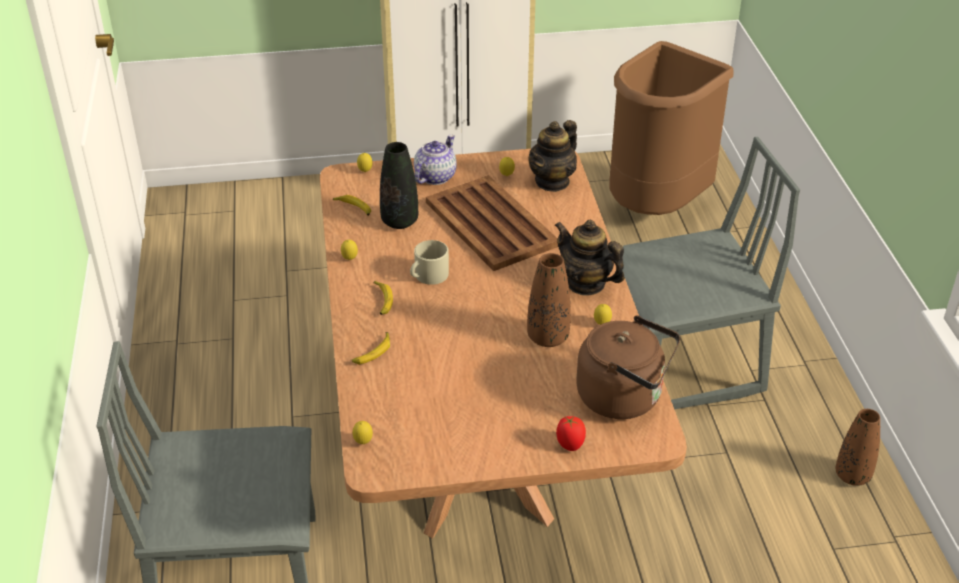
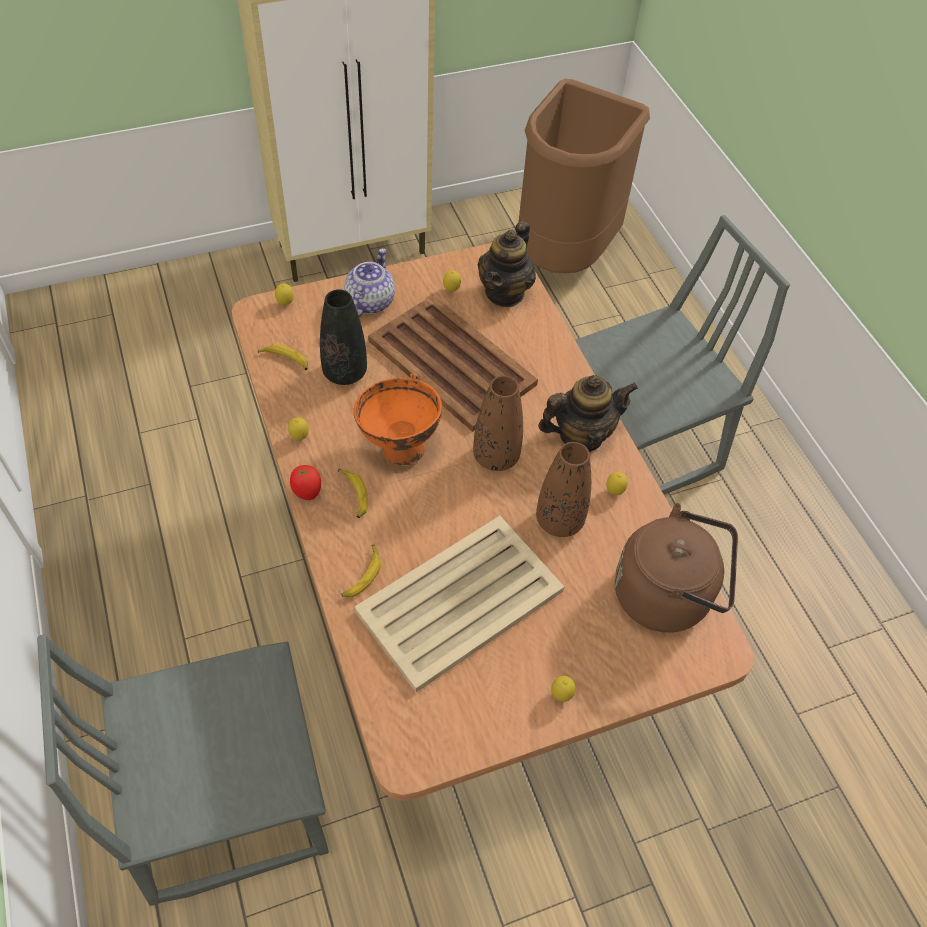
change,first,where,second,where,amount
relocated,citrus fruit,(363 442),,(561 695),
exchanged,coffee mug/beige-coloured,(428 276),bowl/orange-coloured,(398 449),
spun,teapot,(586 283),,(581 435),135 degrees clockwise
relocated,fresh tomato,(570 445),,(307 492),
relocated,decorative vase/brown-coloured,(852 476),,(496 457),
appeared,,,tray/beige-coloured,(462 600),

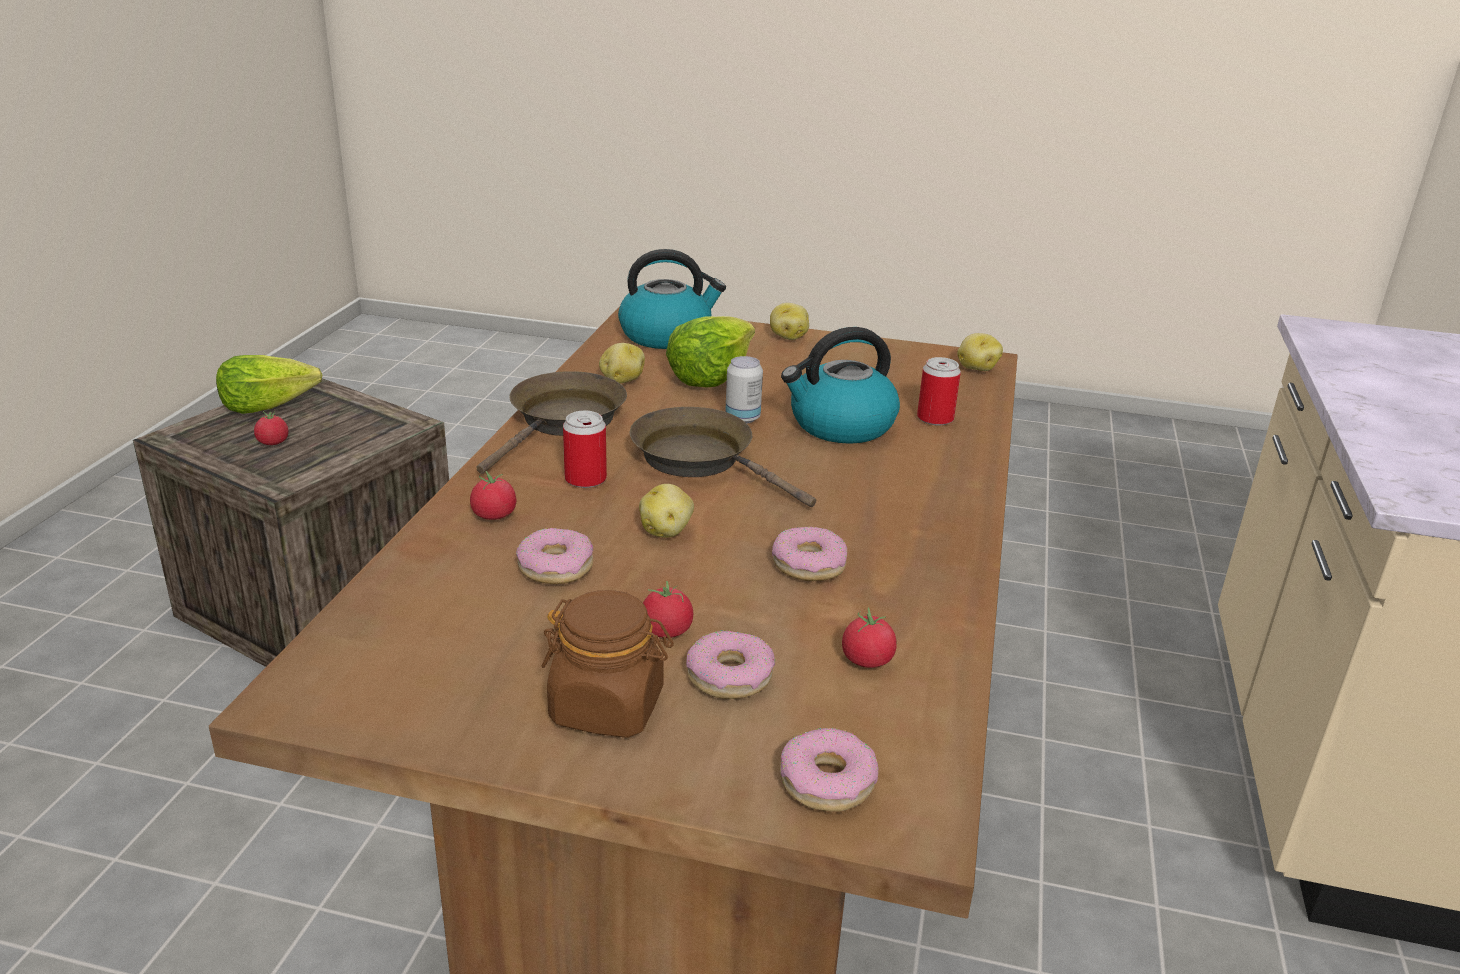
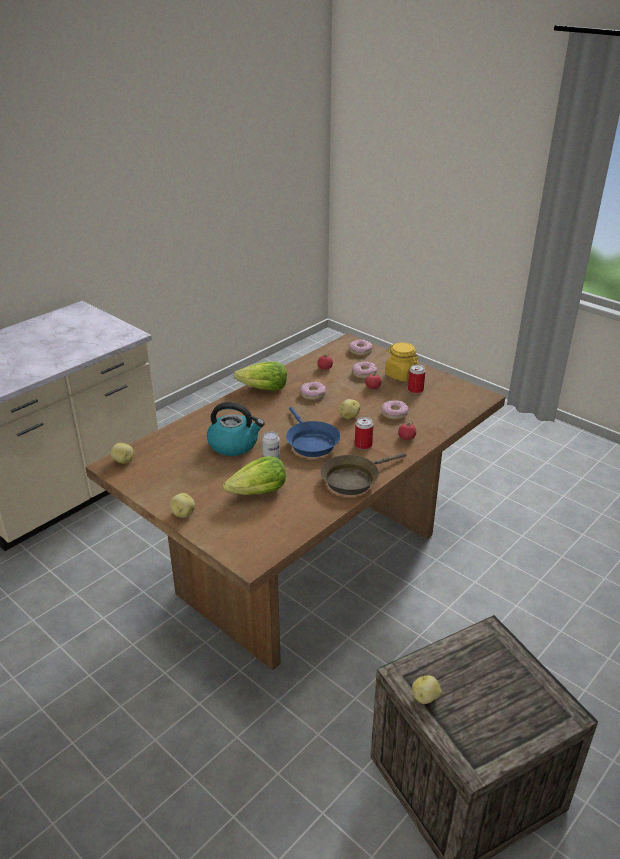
change,first,where,second,where,amount
relocated,head of lettuce,(268 405),,(263 389),
missing,fresh tomato,(273 442),,,
colour,storage jar/brown-coloured,(607 707),storage jar/yellow-coloured,(401 375),
relocated,whole potato,(622 380),,(426 697),
missing,kettle,(667 335),,,
colour,frying pan/brown-coloured,(700 460),frying pan/blue,(310 442),
relocated,metal can,(935 419),,(415 390),

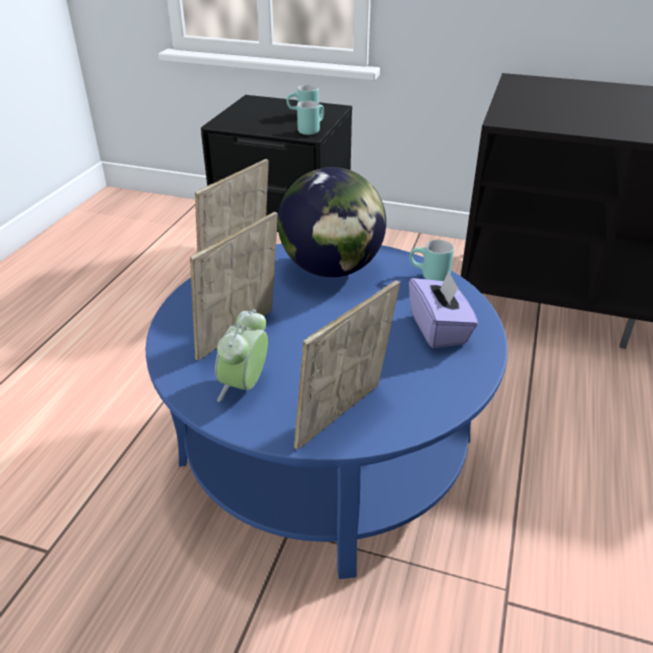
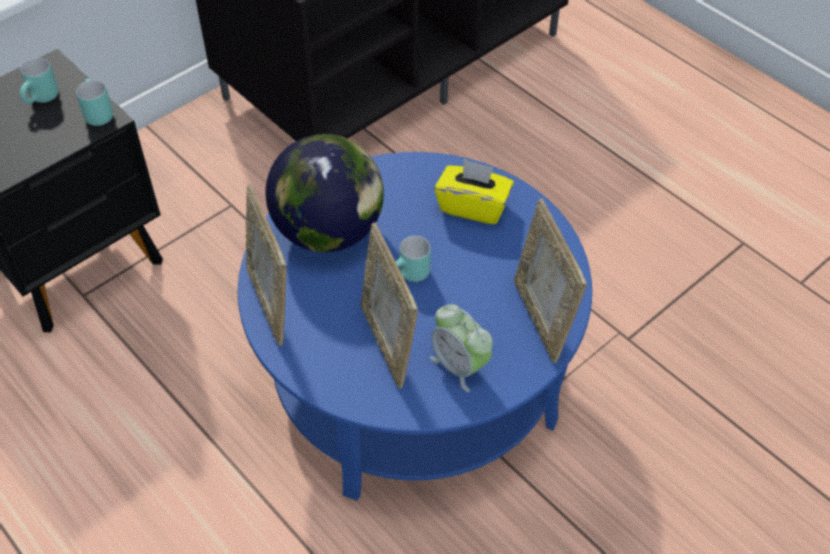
change,first,where,second,where,amount
relocated,coffee mug/blue-green,(429 276),,(410 277),
colour,box of tissues/purple-coloured,(439 329),box of tissues/yellow-coloured,(473 206),

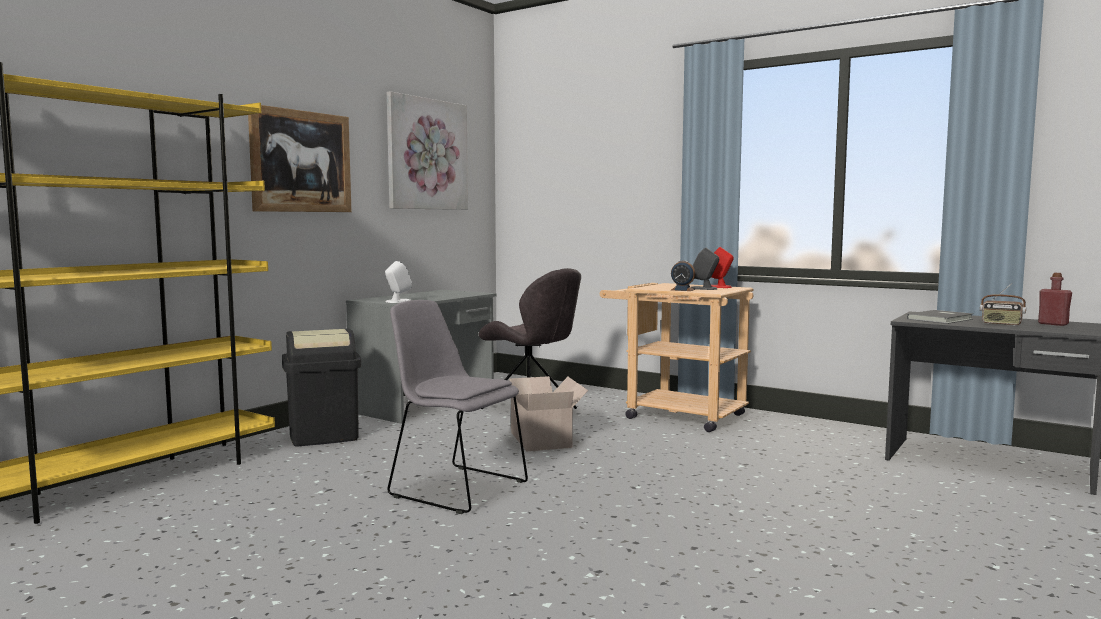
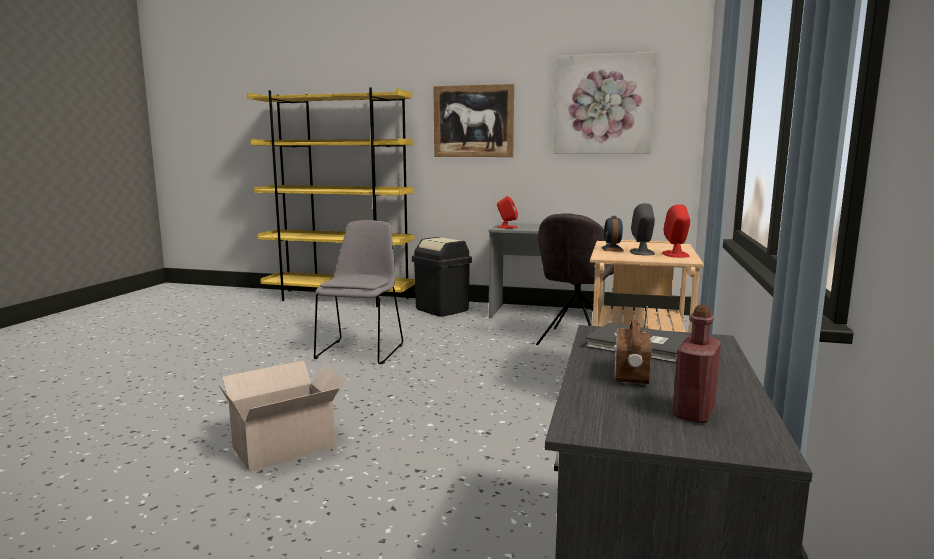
change,first,where,second,where,amount
colour,audio speaker/whitish,(398 301),audio speaker/reddish,(507 227),
relocated,cardboard box,(540 439),,(287 446),

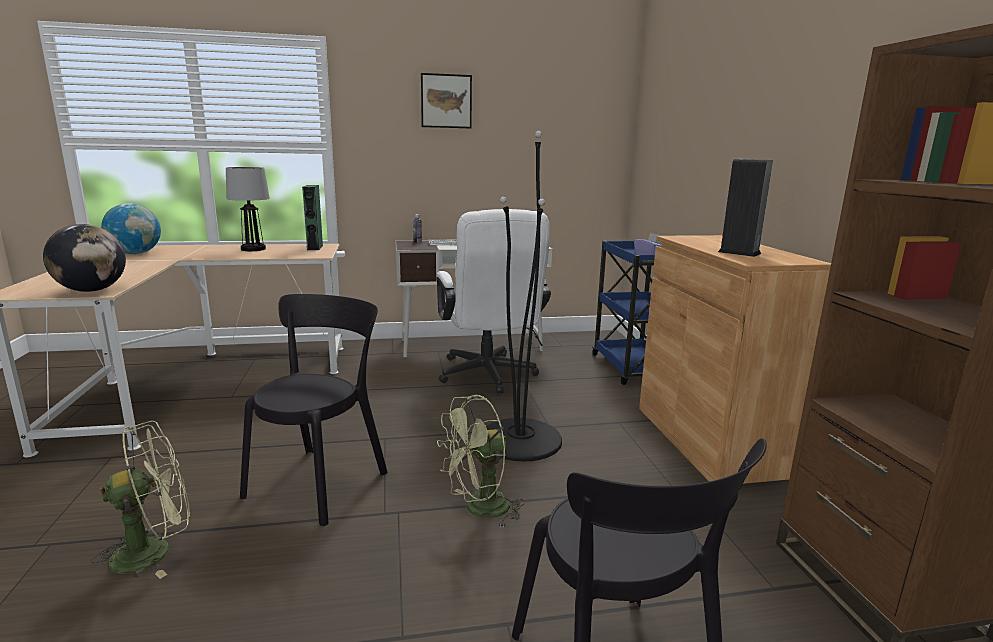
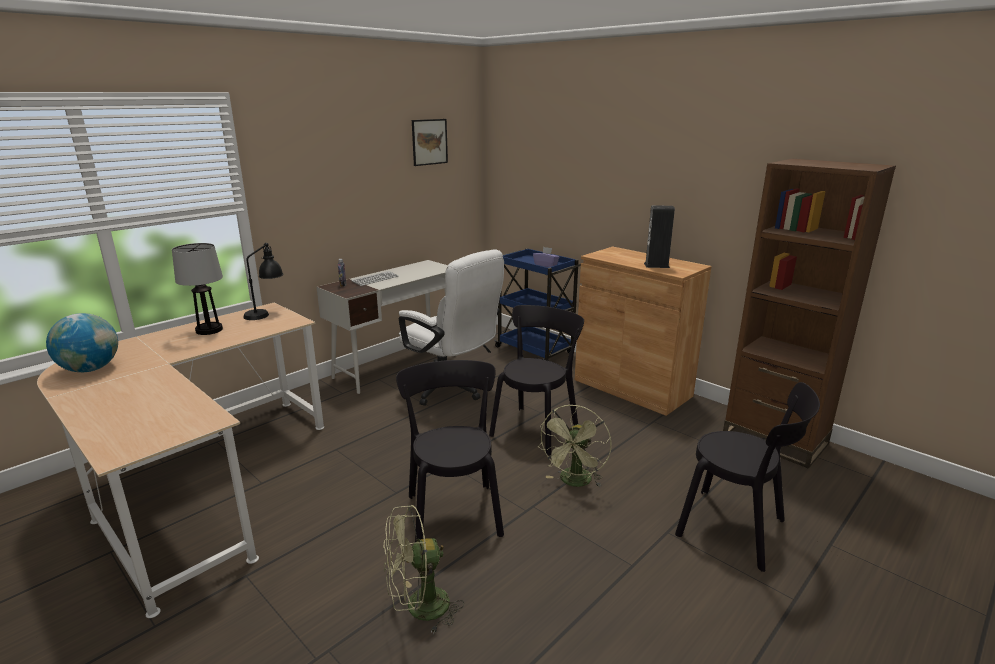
change,first,where,second,where,amount
missing,desk globe,(92 290),,,
spun,fan/green,(155 551),,(419 609),135 degrees counterclockwise
exchanged,audio speaker/green,(315 247),table lamp/black,(266 313),
relocated,wall art,(446 101),,(429 142),
exchanged,standard lamp/black,(520 439),upright chair/black,(536 428),

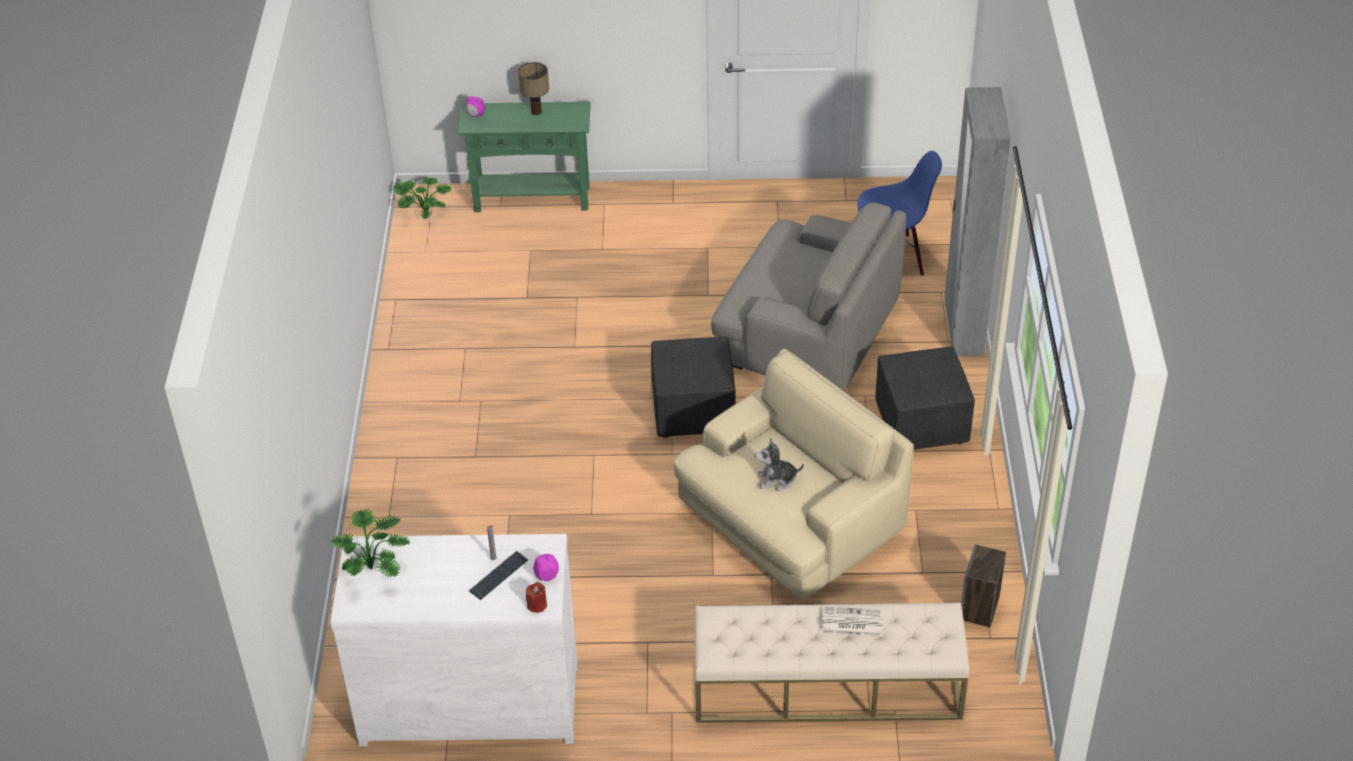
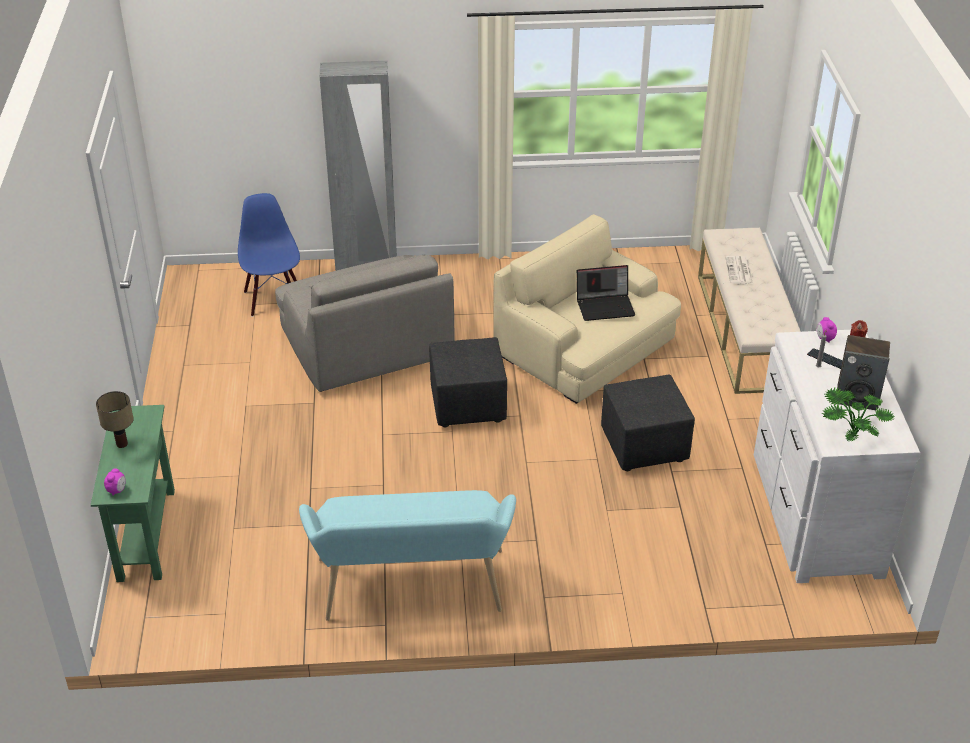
change,first,where,second,where,amount
missing,houseplant,(423 213),,,
spun,lounge chair/grey,(807 332),,(366 345),135 degrees clockwise
exchanged,soft toy,(777 480),laptop,(605 306),
relocated,pouffe/black,(920 425),,(645 446),
relocated,audio speaker,(979 608),,(857 397),
appeared,,,long seat/blue-green,(412 591),

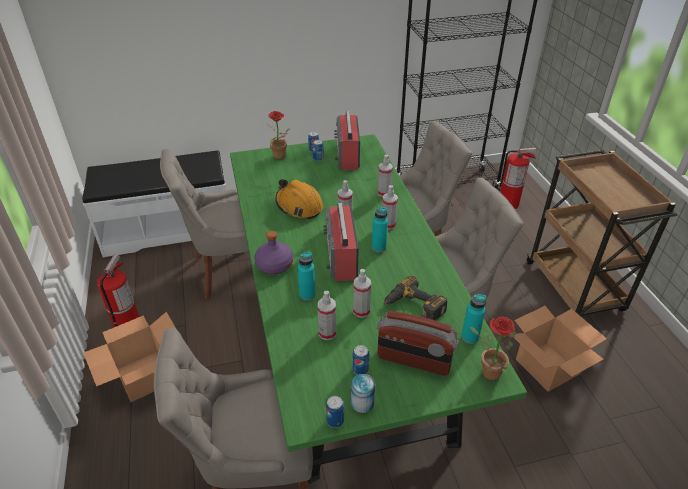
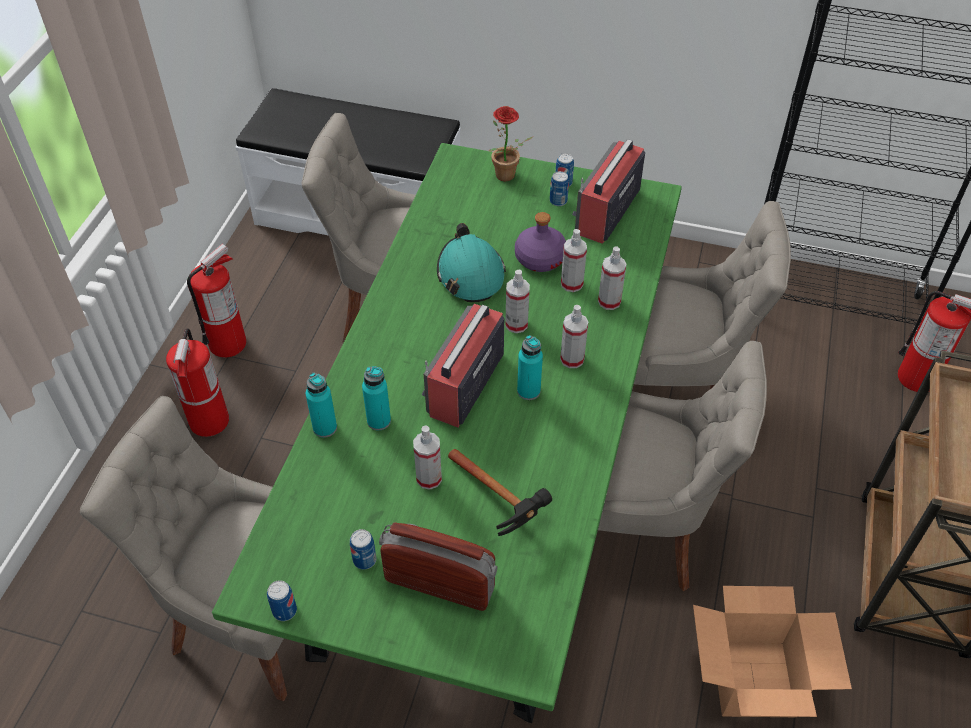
change,first,where,second,where,amount
exchanged,cardboard box,(145 376),extinguisher,(209 421),
relocated,beverage bottle/purple-coloured,(274 265),,(539 258),
colour,hard hat/orange-coloured,(299 206),hard hat/blue-green,(470 274),
relocated,sprayer,(327 333),,(572 284),
missing,metal can,(362 402),,,
spun,radio set,(414 360),,(440 583),150 degrees clockwise
exchanged,electric drill,(413 307),hand hammer,(502 506),
relocated,beverage bottle/blue-green,(470 337),,(325 428),
missing,houseplant,(486 372),,,

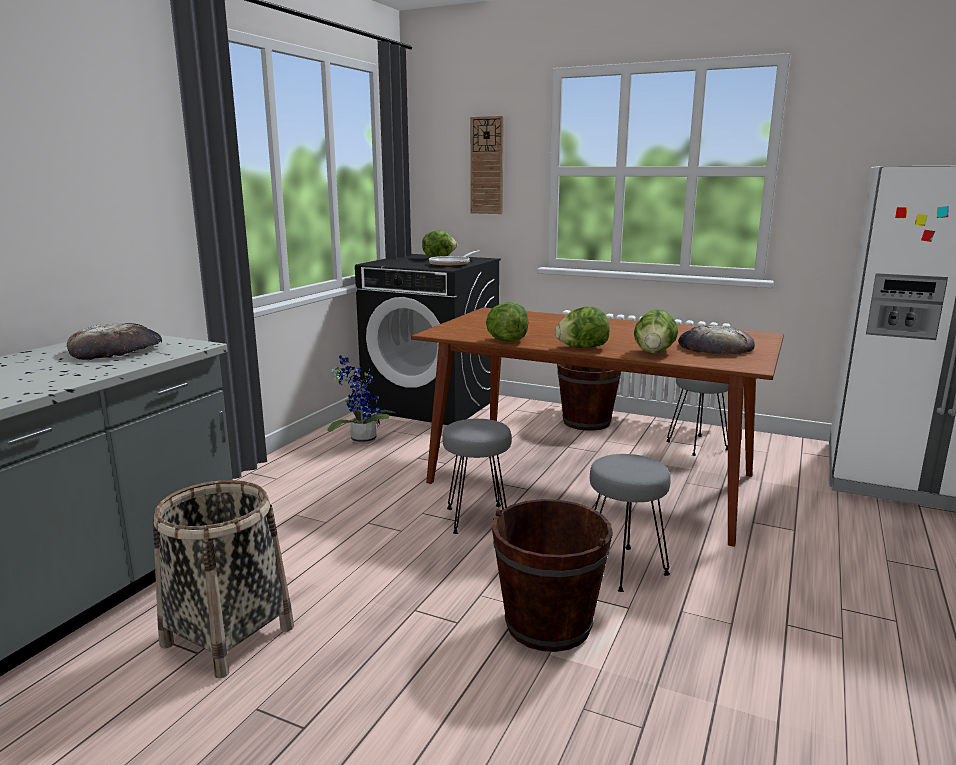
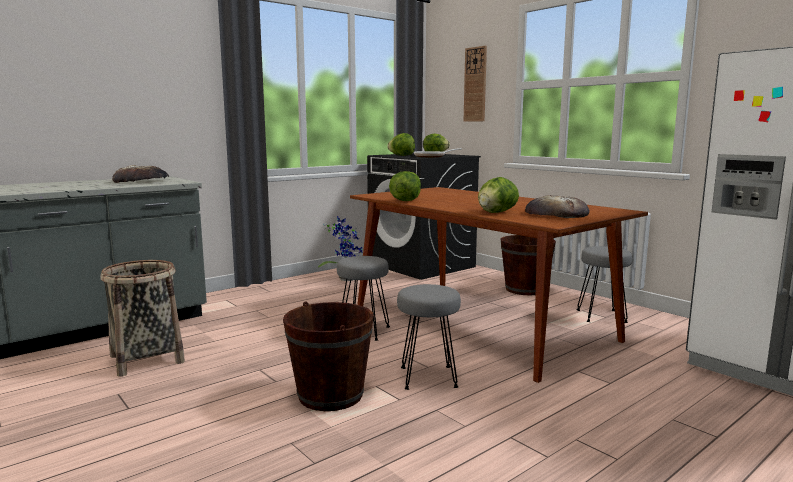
change,first,where,second,where,amount
relocated,head of lettuce,(582 348),,(401 155),

